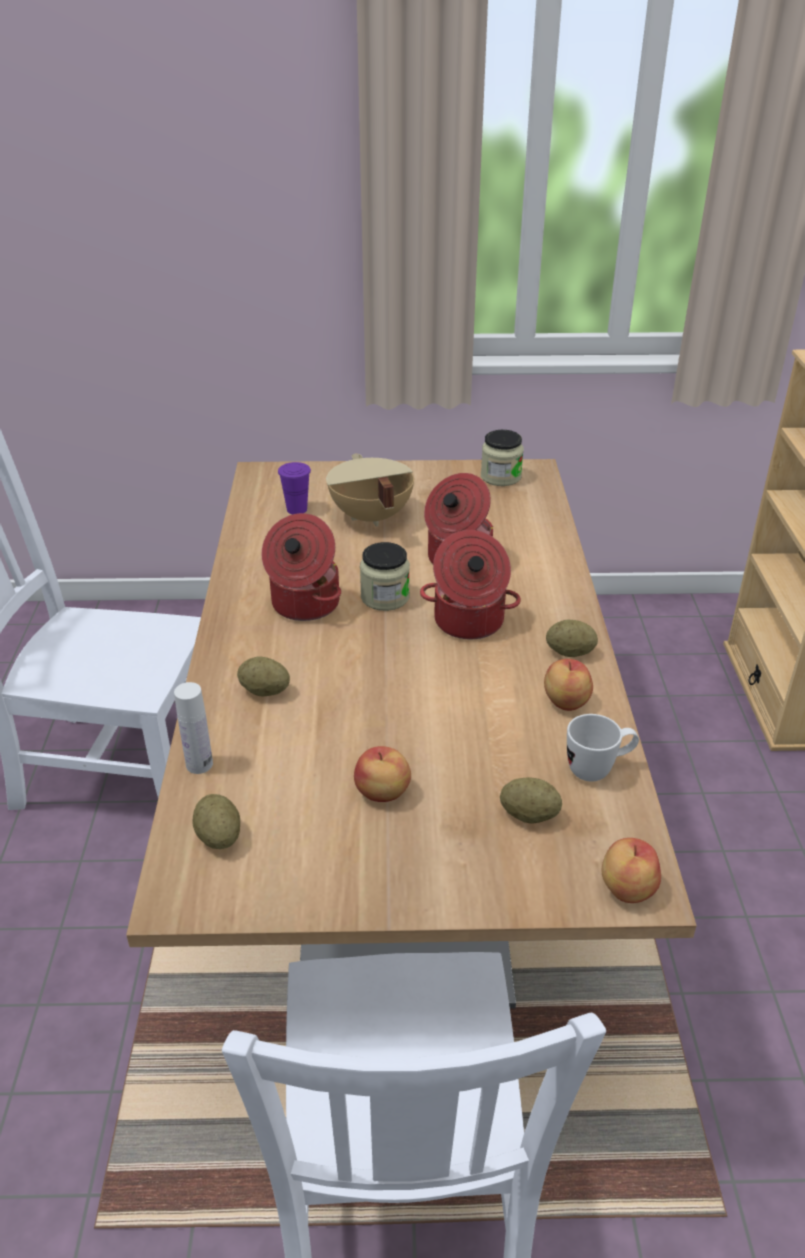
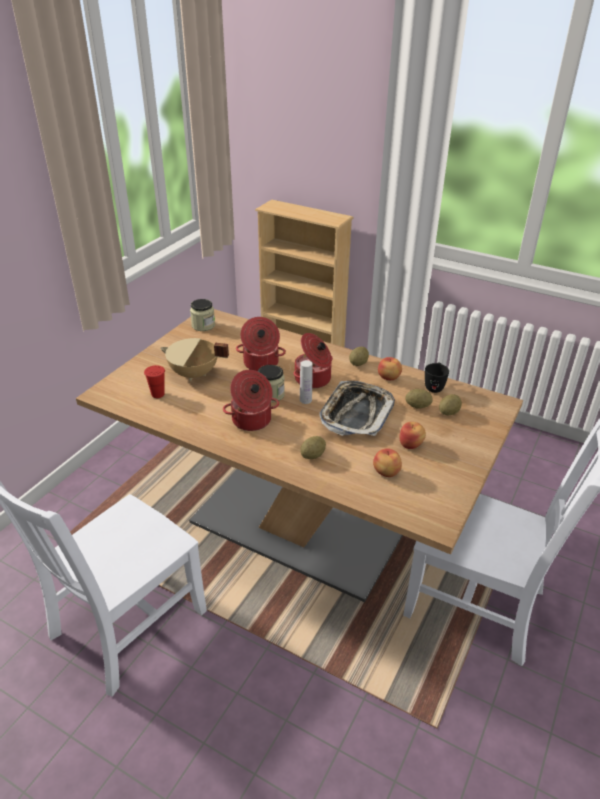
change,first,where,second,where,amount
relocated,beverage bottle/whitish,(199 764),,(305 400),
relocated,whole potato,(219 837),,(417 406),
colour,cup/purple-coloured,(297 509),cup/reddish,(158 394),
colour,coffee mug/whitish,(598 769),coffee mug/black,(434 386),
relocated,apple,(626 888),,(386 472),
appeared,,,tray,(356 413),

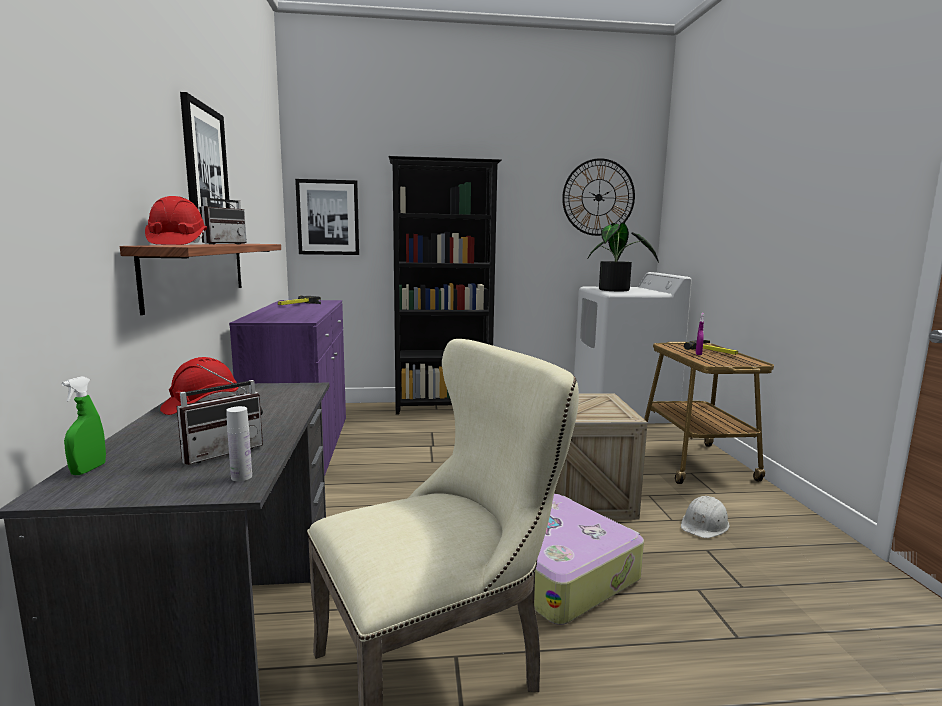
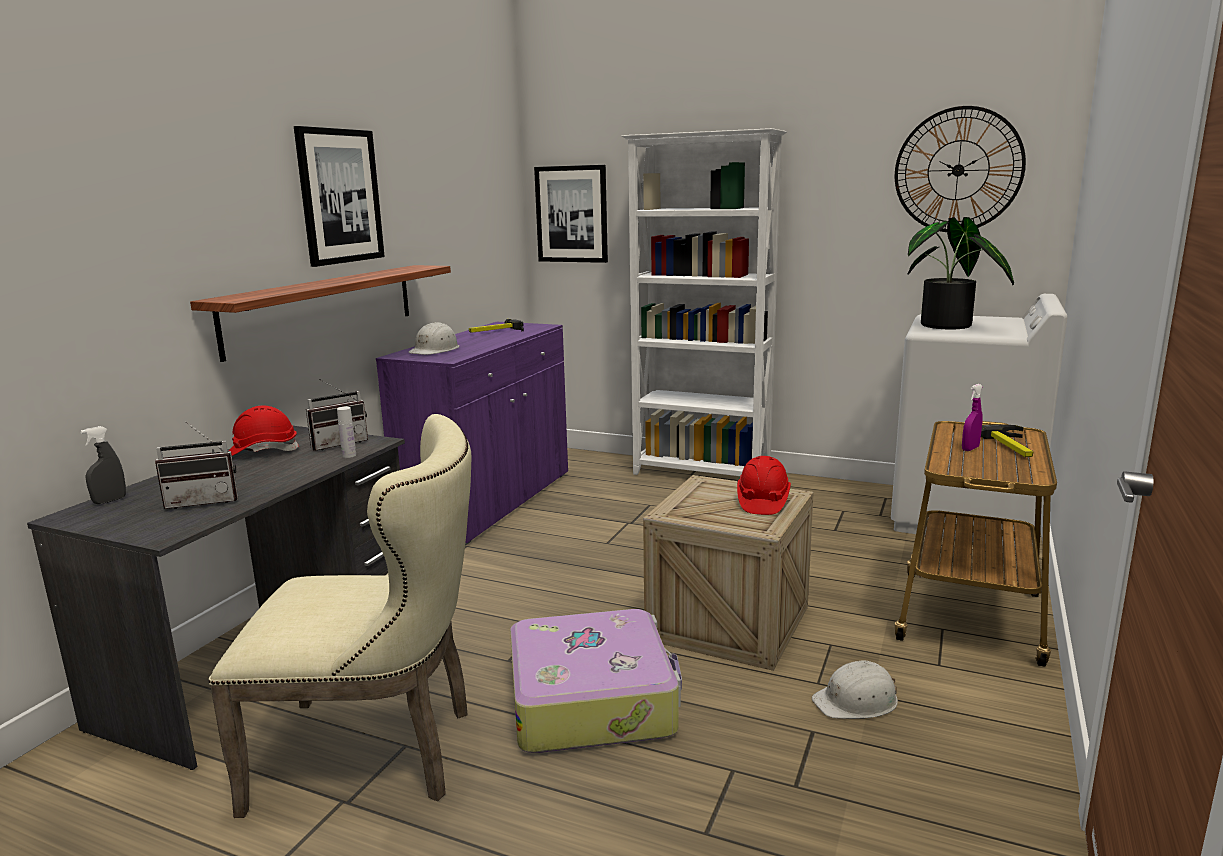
change,first,where,second,where,amount
colour,sprayer/green,(88 469),sprayer/grey,(109 501),
relocated,hard hat/reddish,(177 245),,(762 502),
relocated,radio set,(221 244),,(338 443),
relocated,beverage bottle/whitish,(241 477),,(349 455),
colour,shelving unit/black,(443 408),shelving unit/whitish,(702 474),
appeared,,,hard hat/whitish,(435 350),

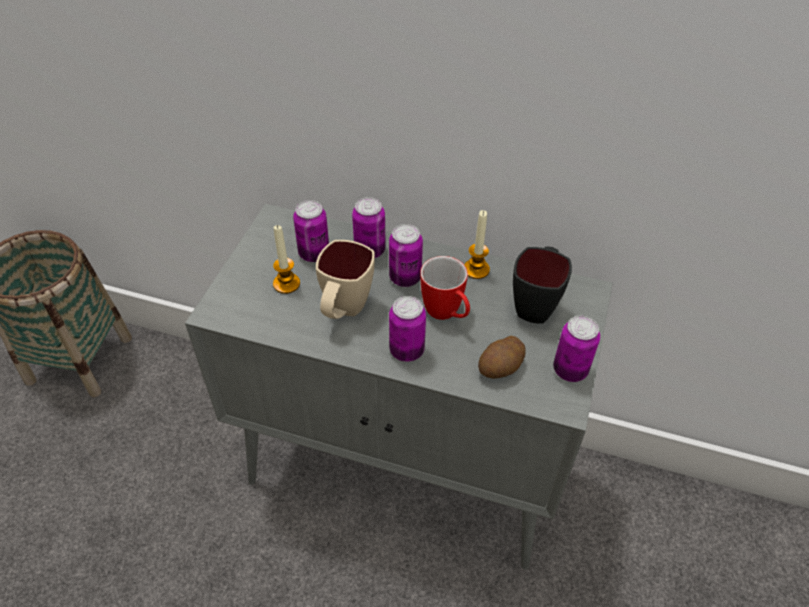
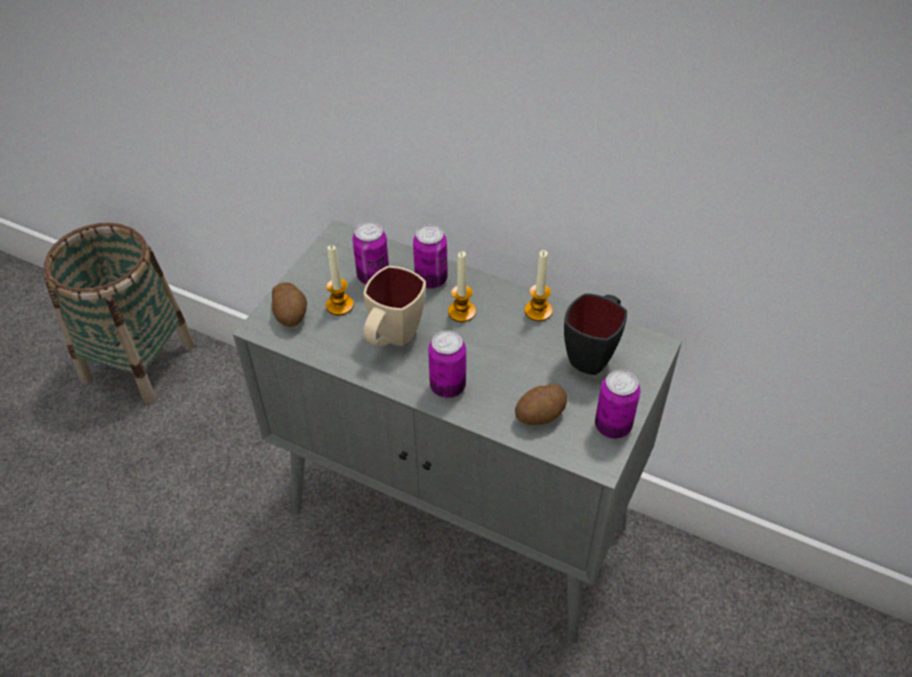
change,first,where,second,where,amount
exchanged,metal can,(405 278),wax candle,(462 312),
missing,coffee mug,(446 315),,,
appeared,,,whole potato,(291 314),

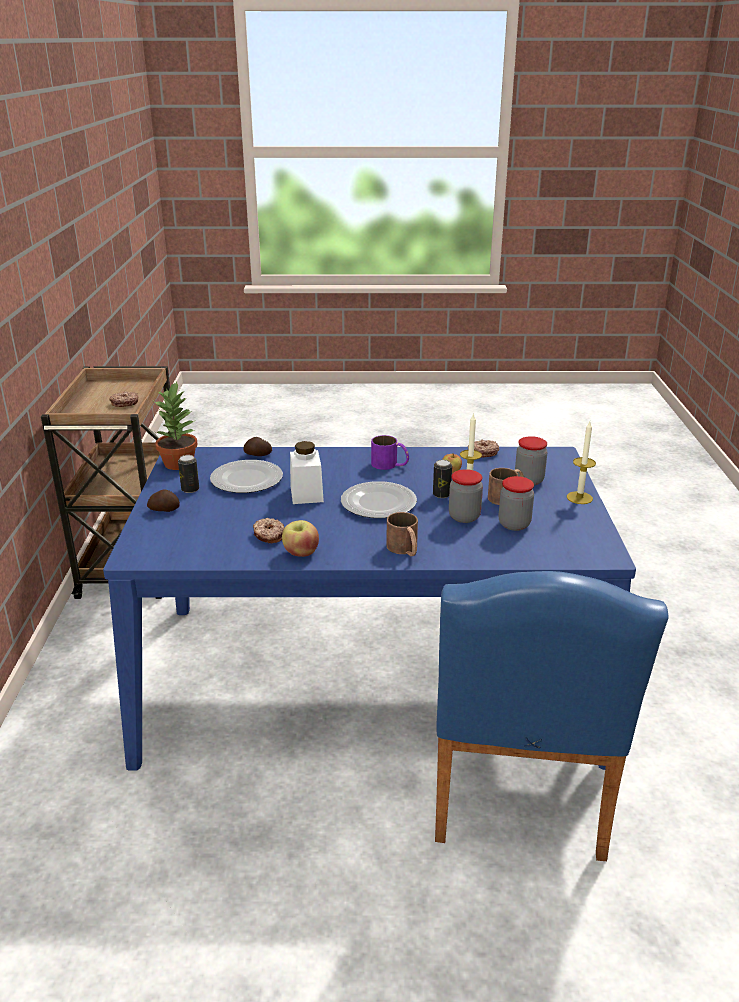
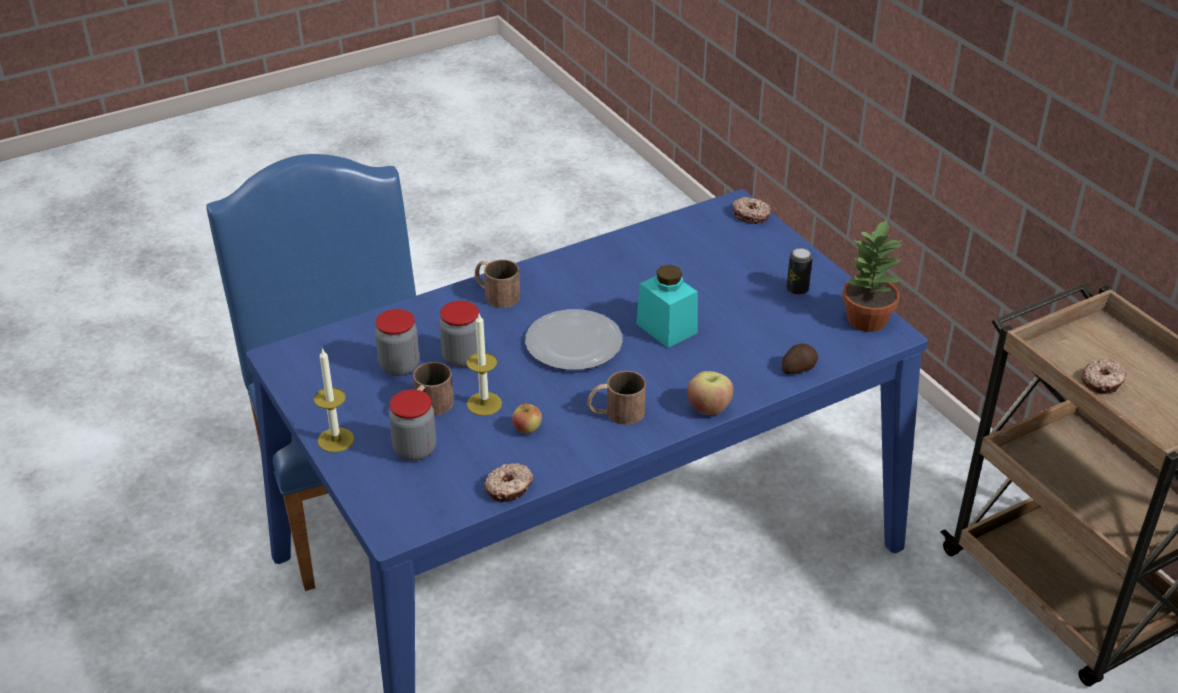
change,first,where,second,where,amount
missing,whole potato,(164 509),,,
missing,dinner plate,(246 479),,,
relocated,donut,(269 536),,(751 215),
relocated,apple,(300 553),,(709 408),
colour,storage jar/whitish,(306 494),storage jar/blue-green,(666 328),
colour,coffee mug/purple-coloured,(390 465),coffee mug/brown-coloured,(615 412),
missing,metal can,(441 494),,,

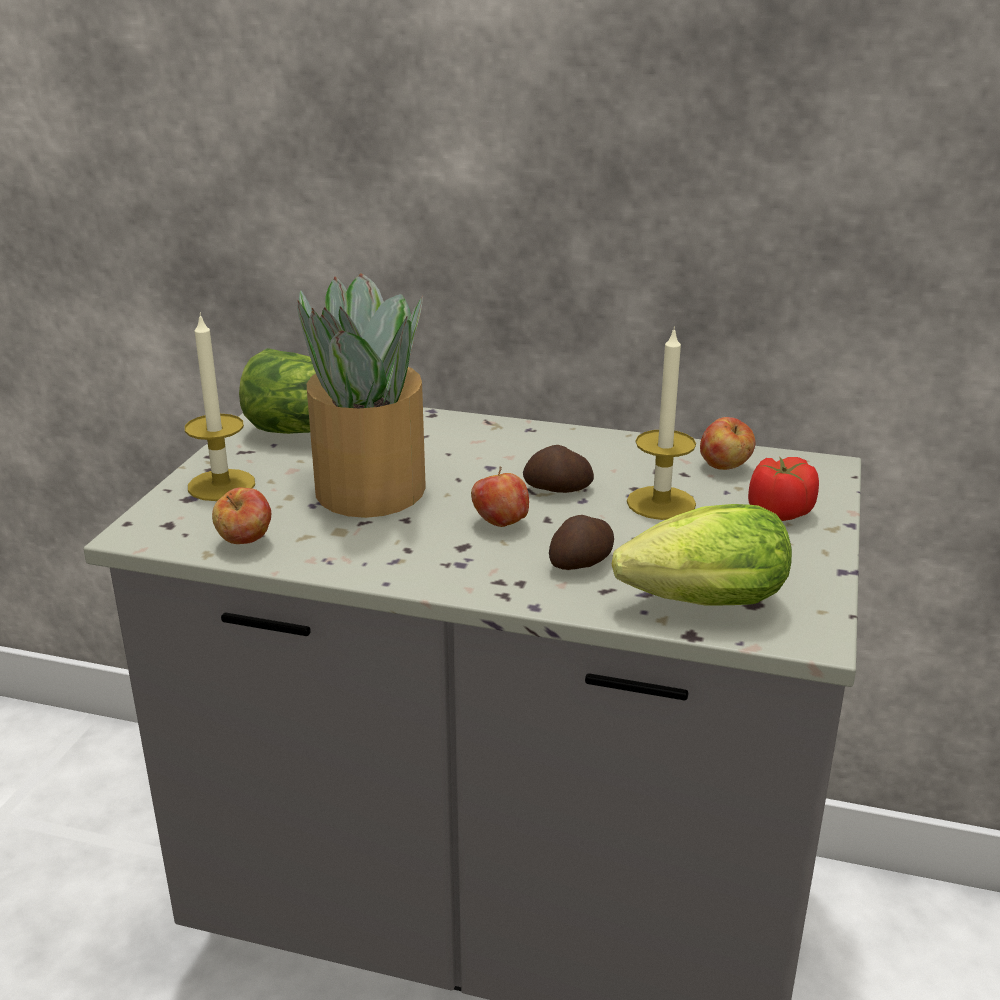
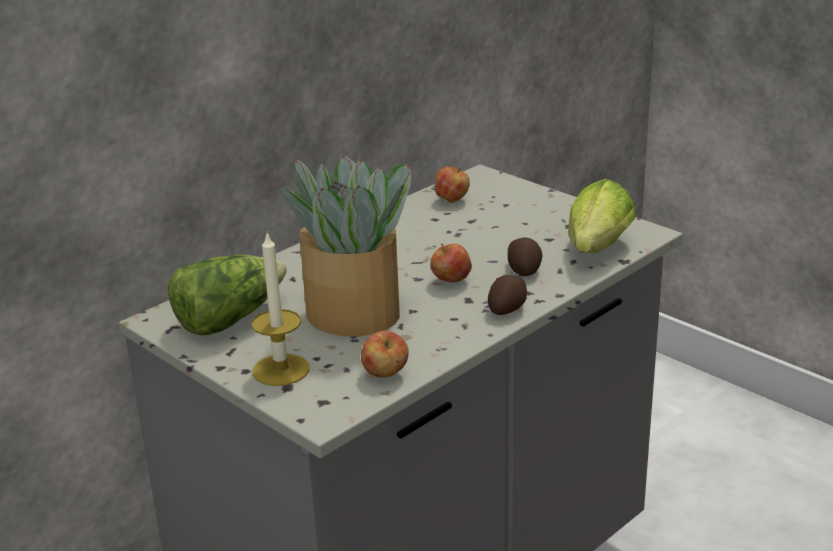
change,first,where,second,where,amount
relocated,whole potato,(558 489),,(508 308),
missing,wax candle,(661 503),,,
missing,fresh tomato,(779 512),,,

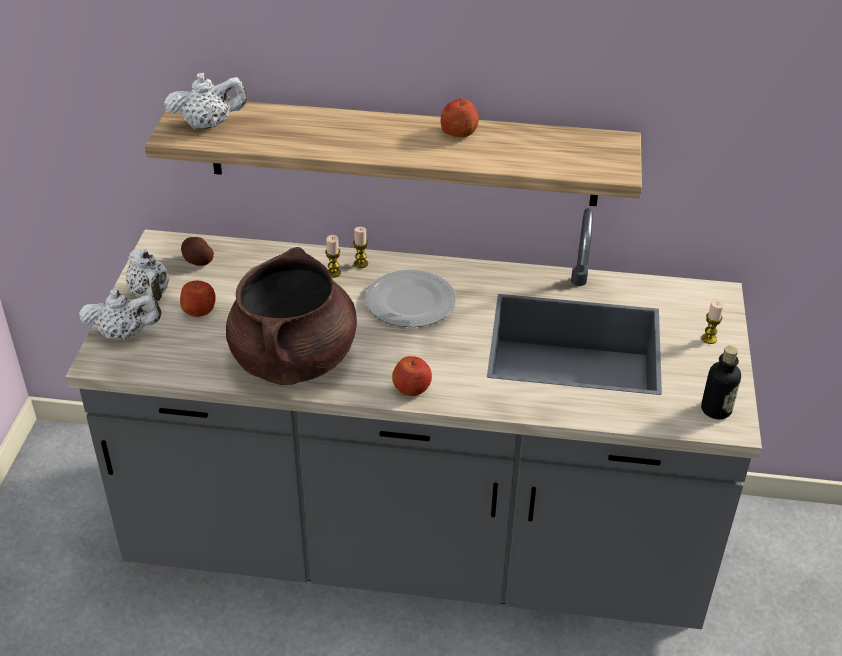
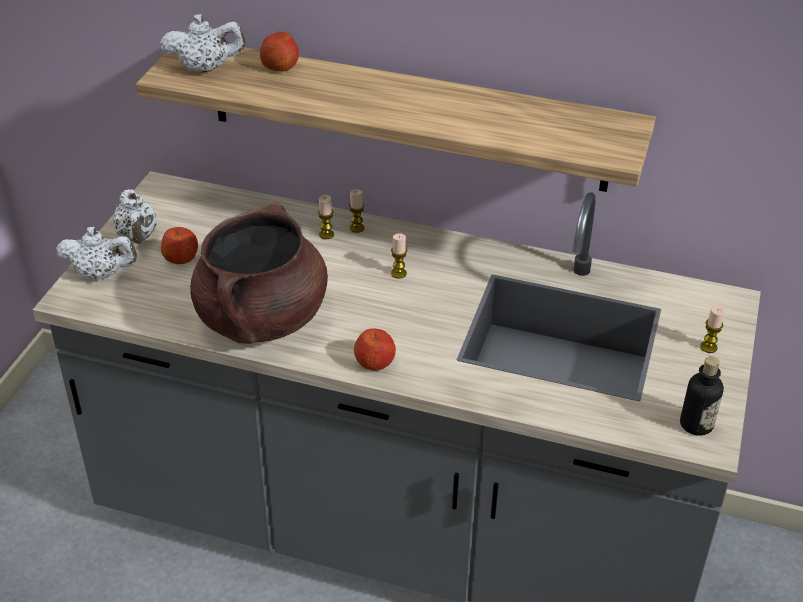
change,first,where,second,where,amount
missing,whole potato,(198 261),,,
exchanged,dinner plate,(411 302),wax candle,(398 273),
relocated,apple,(459 132),,(280 66),

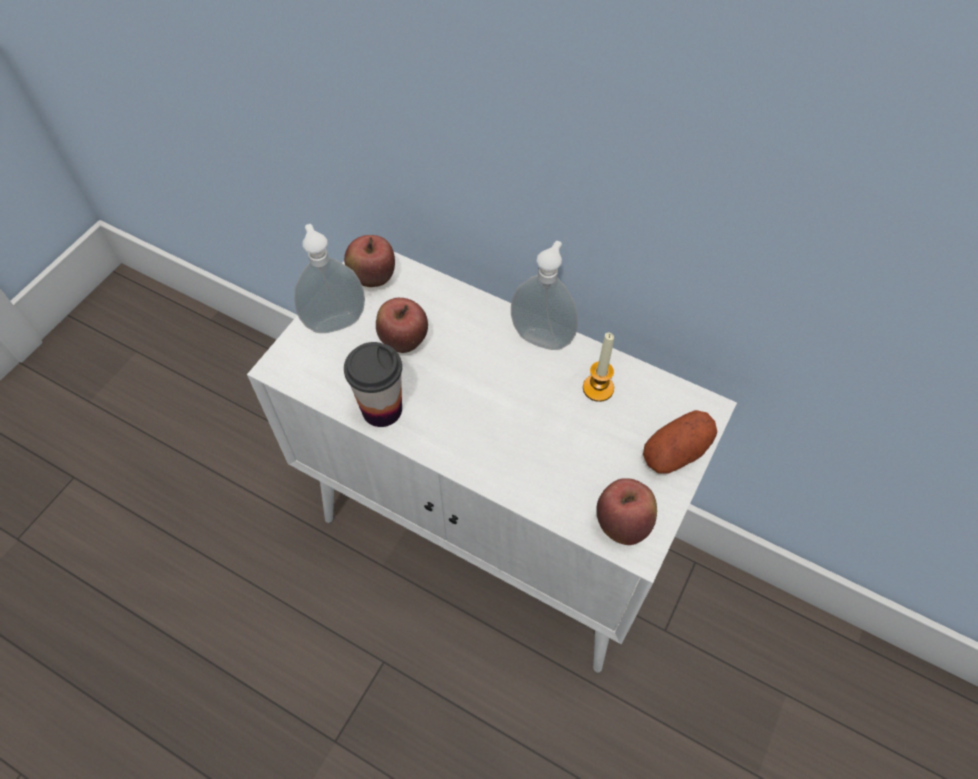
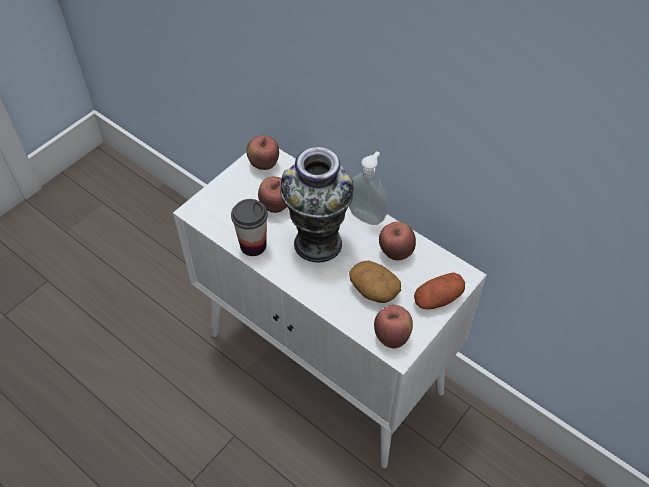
change,first,where,second,where,amount
missing,soap dispenser,(335 320),,,
exchanged,wax candle,(598 388),apple,(395 252),
appeared,,,decorative vase,(318 244),
appeared,,,whole potato,(373 290),

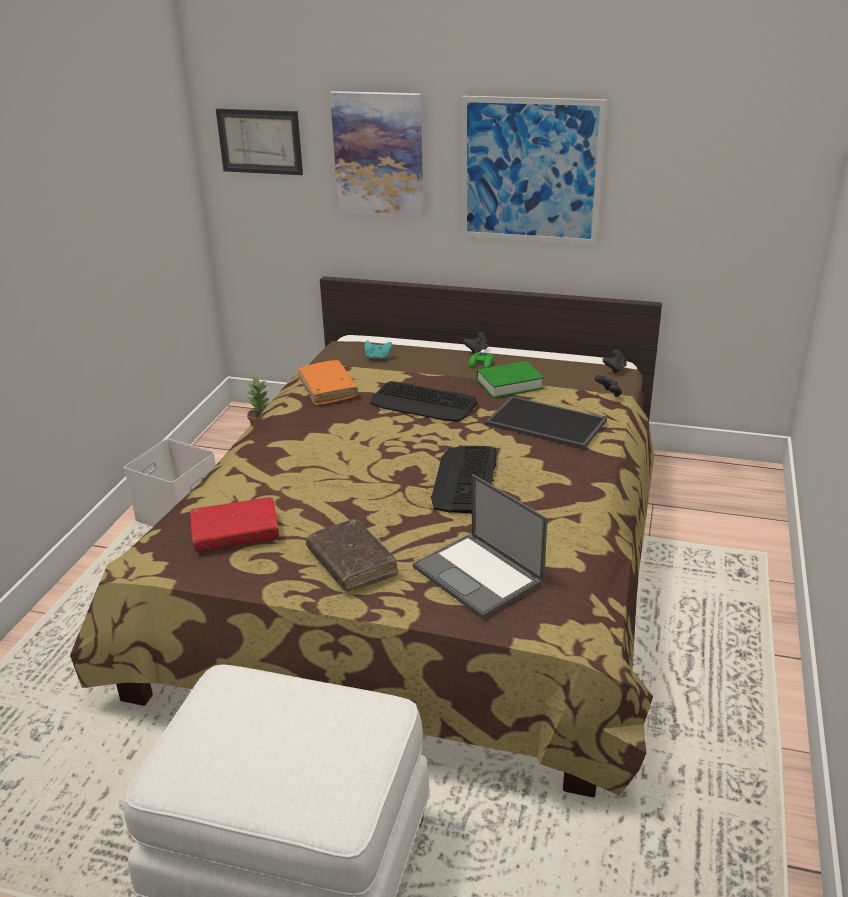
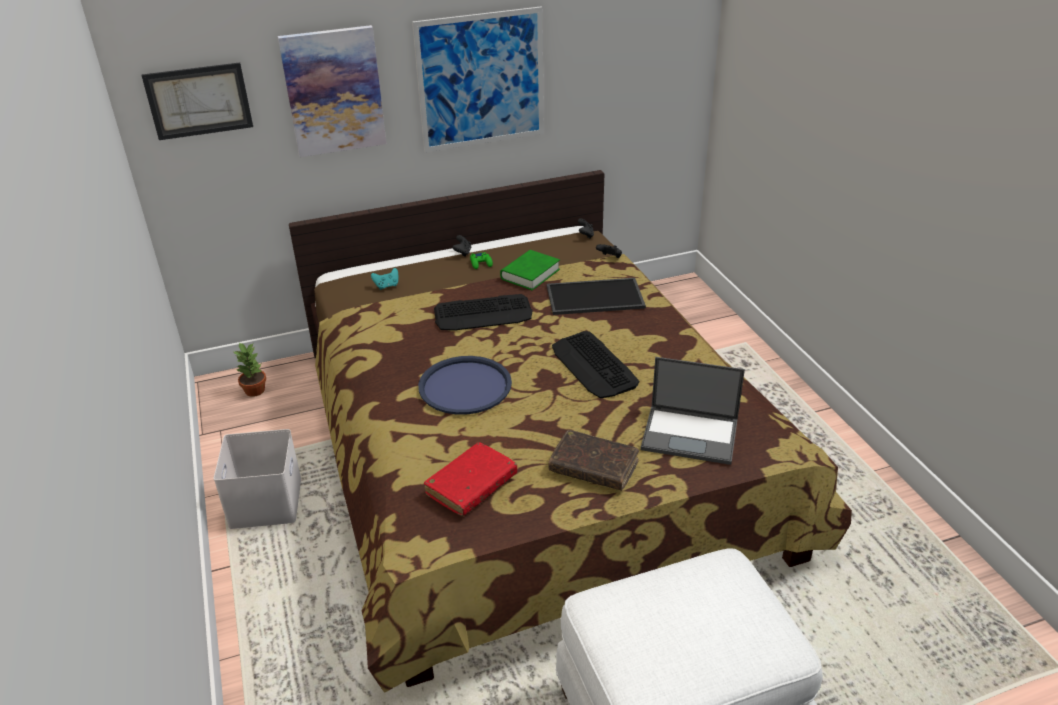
change,first,where,second,where,amount
missing,volume/orange-coloured,(328 389),,,
appeared,,,tray/blue,(465 386),

